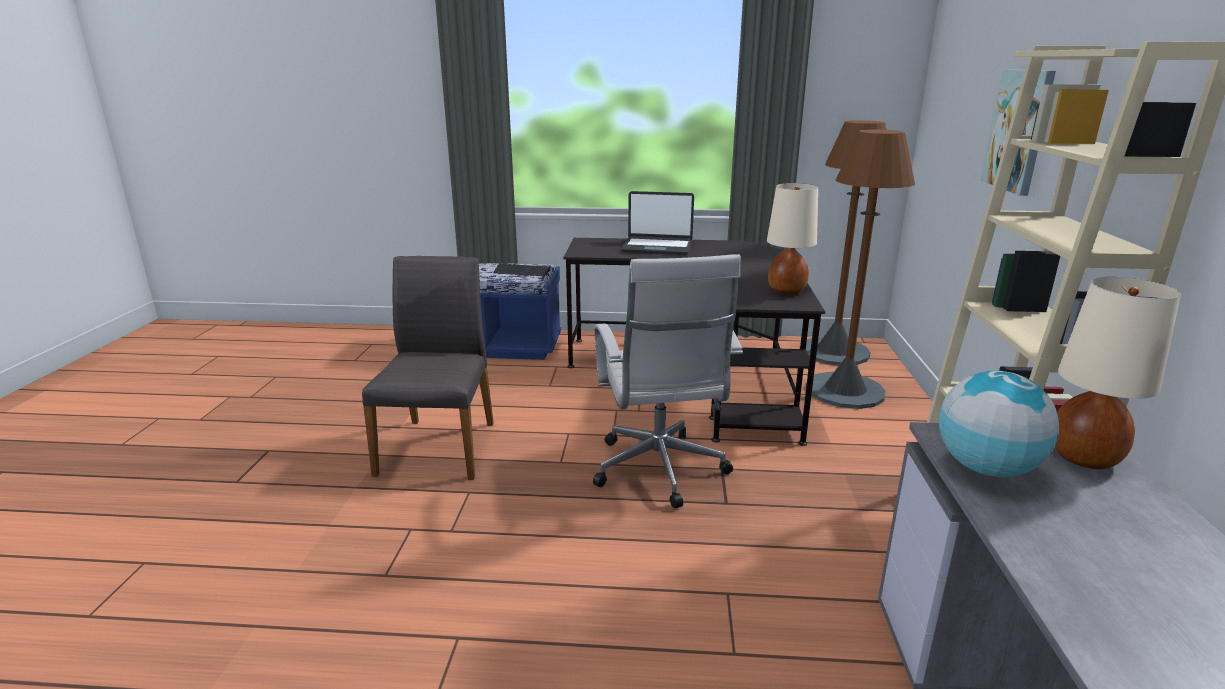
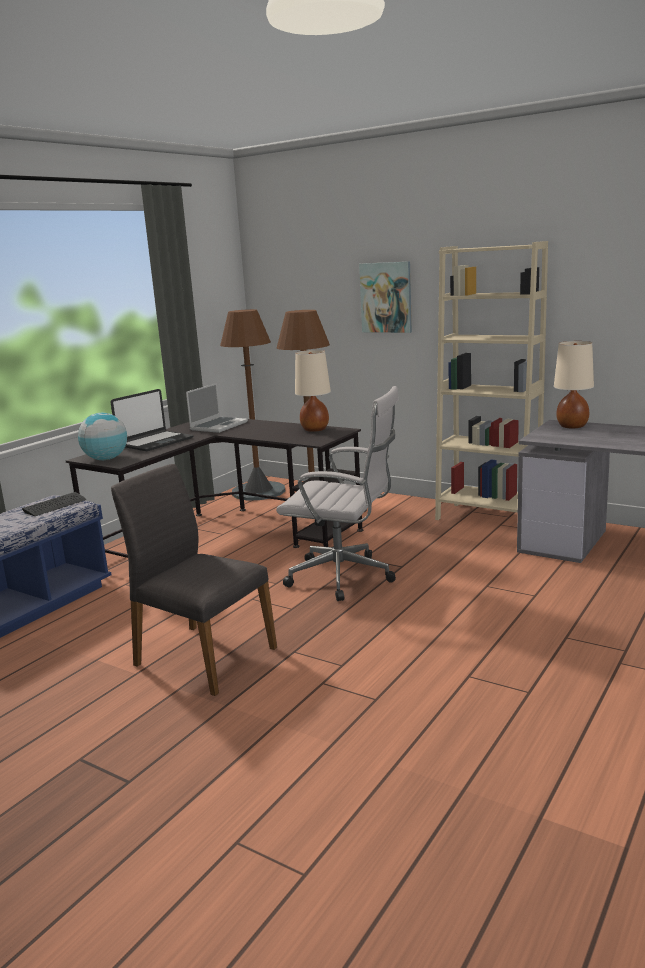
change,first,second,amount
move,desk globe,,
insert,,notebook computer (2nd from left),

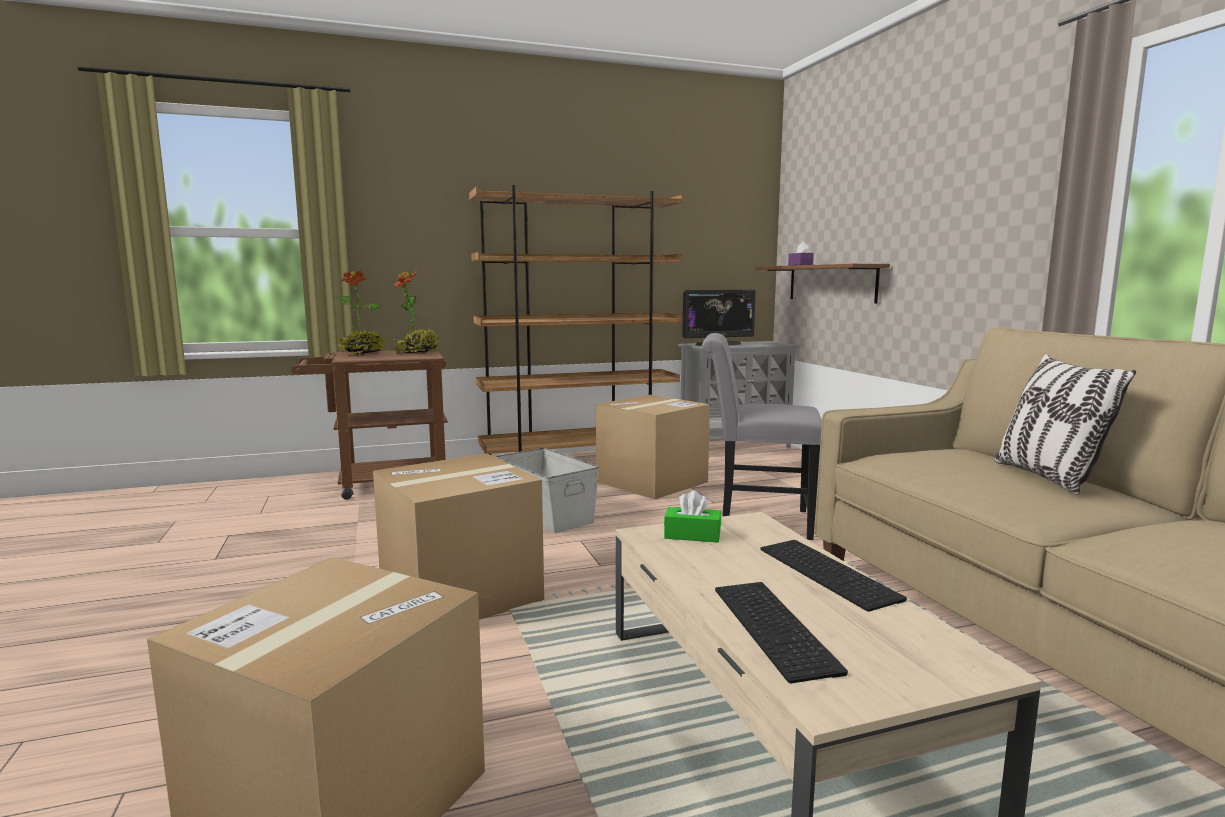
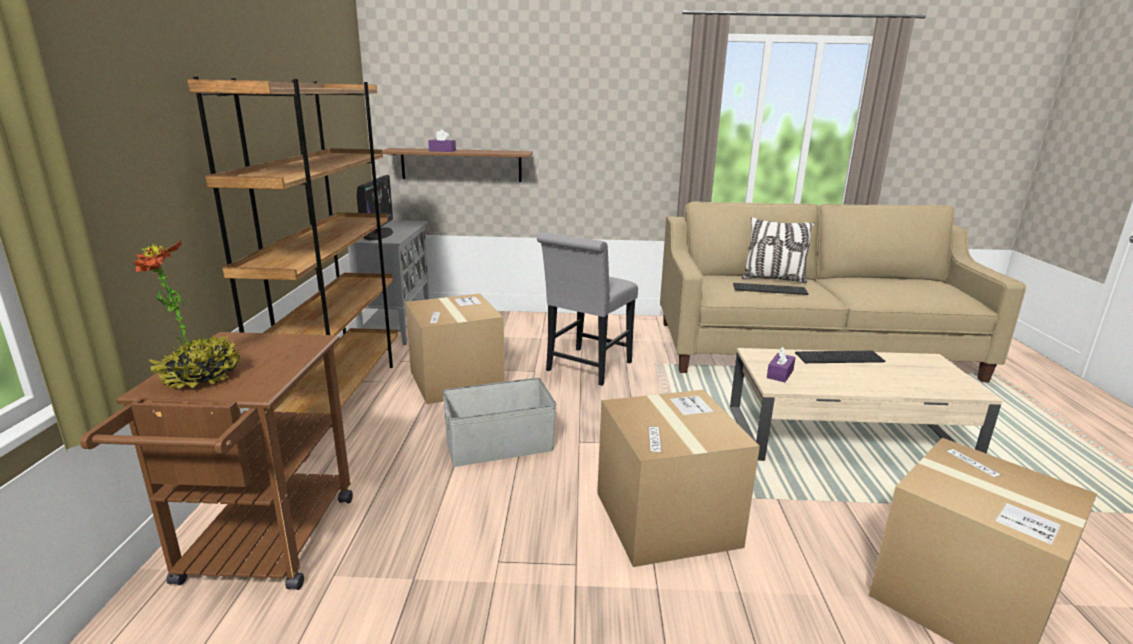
change,first,second,amount
move,PC keyboard (1st from left),,
recolor,green tissue box,purple-coloured tissue box (2nd from left),
delete,houseplant (2nd from left),,

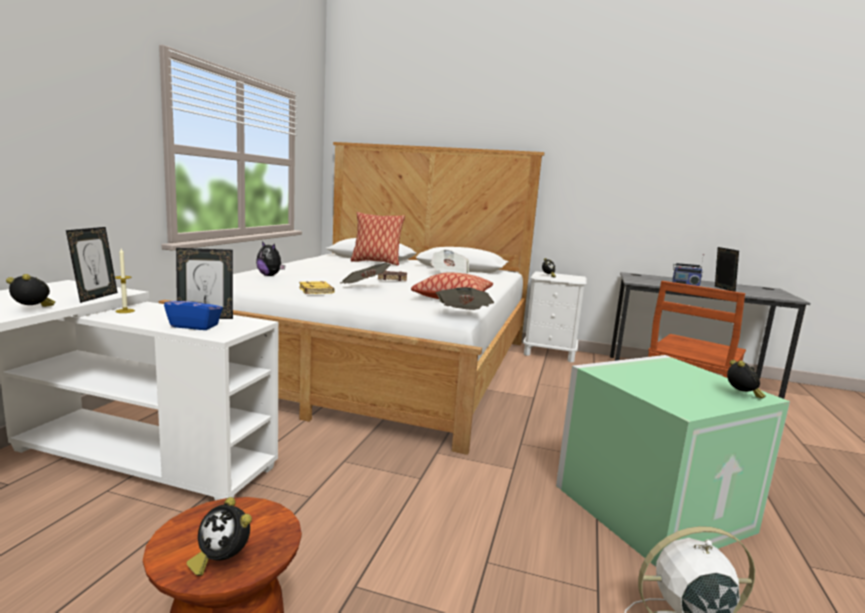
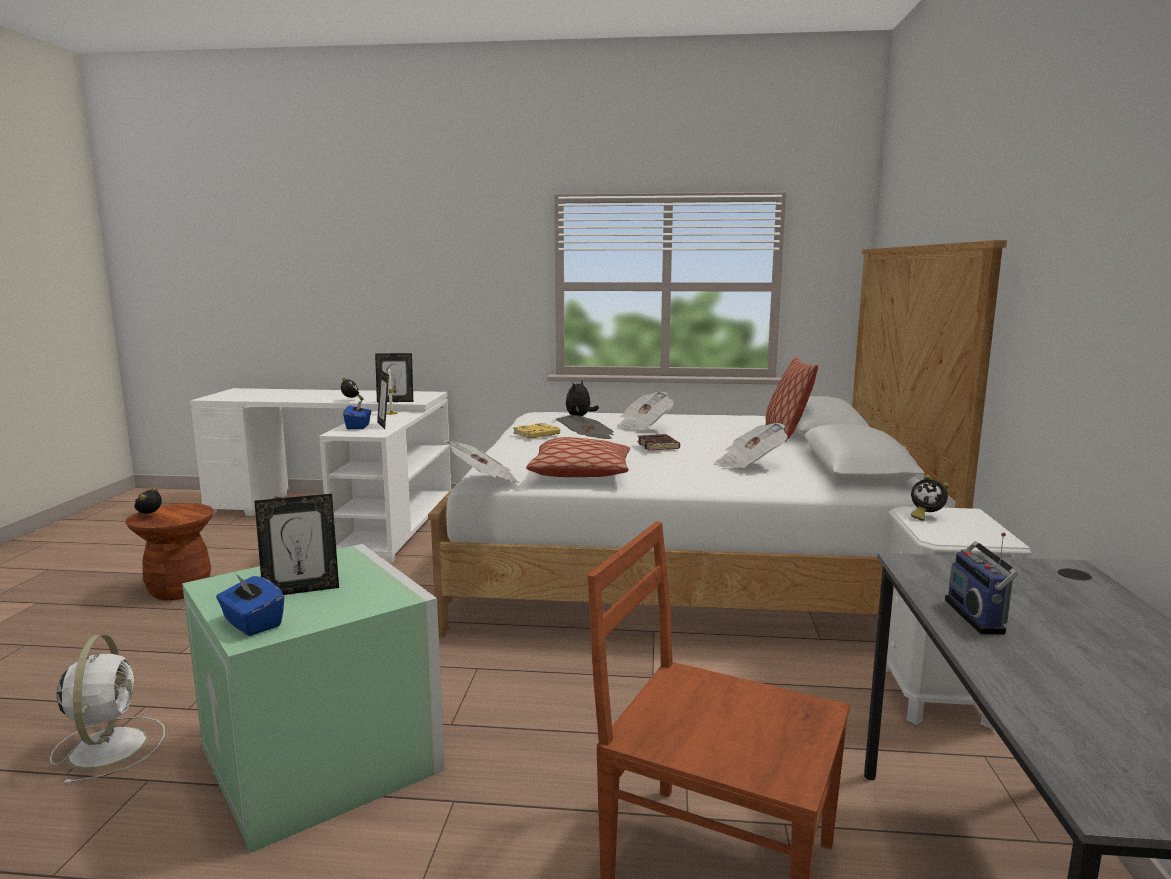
change,first,second,amount
replace,table clock (4th from left),bluish tissue box (1st from left),
move,standing frame (3rd from left in the first image),standing frame (1st from left),
insert,,printed paper (3rd from left),

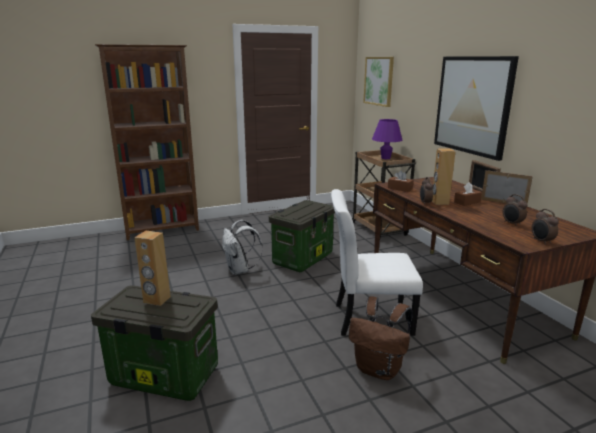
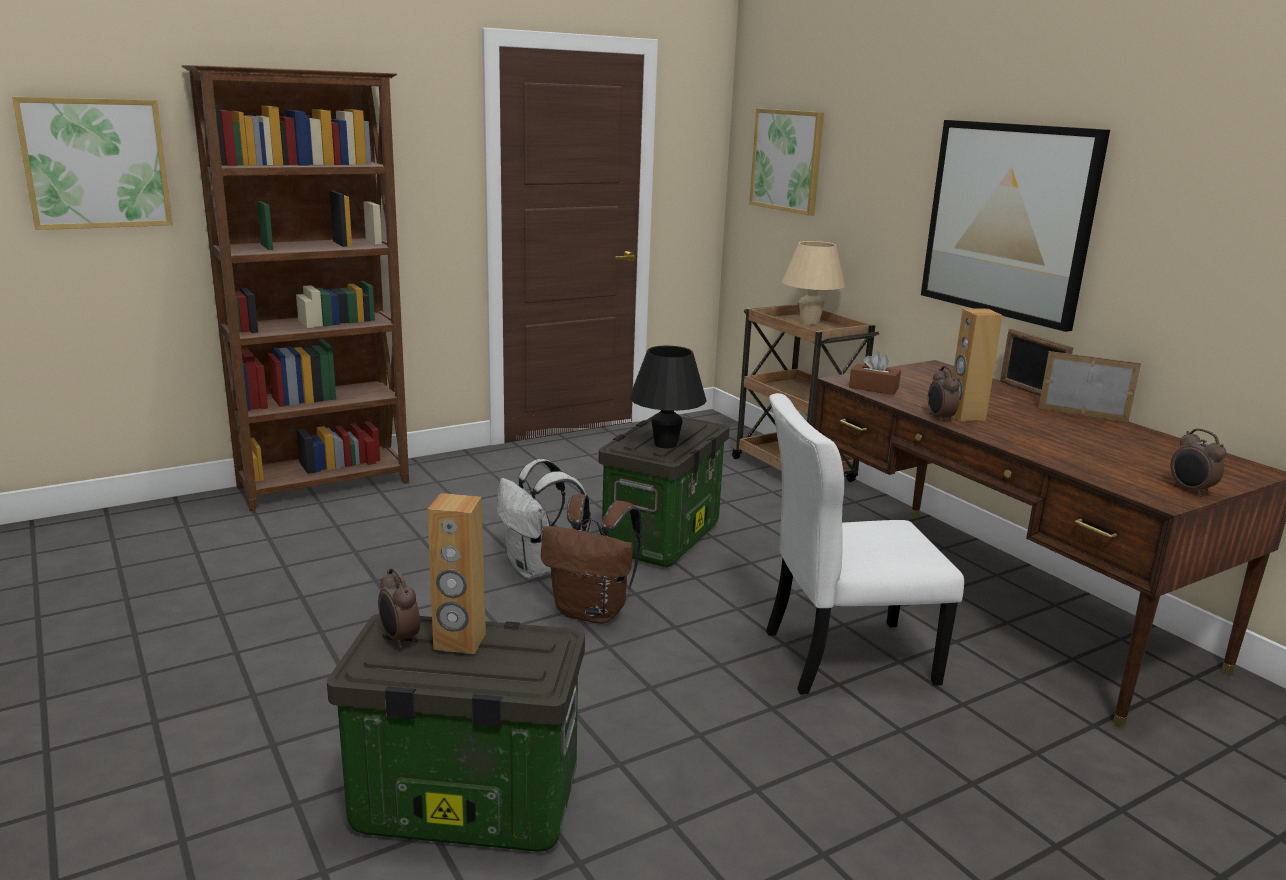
change,first,second,amount
insert,,wall picture (1st from left),
move,table clock (2nd from left in the first image),table clock (1st from left),
move,brown rucksack,,
insert,,blackish lamp for a table,
recolor,purple-coloured lamp for a table,beige-coloured lamp for a table,
delete,brown tissue box (2nd from left),,

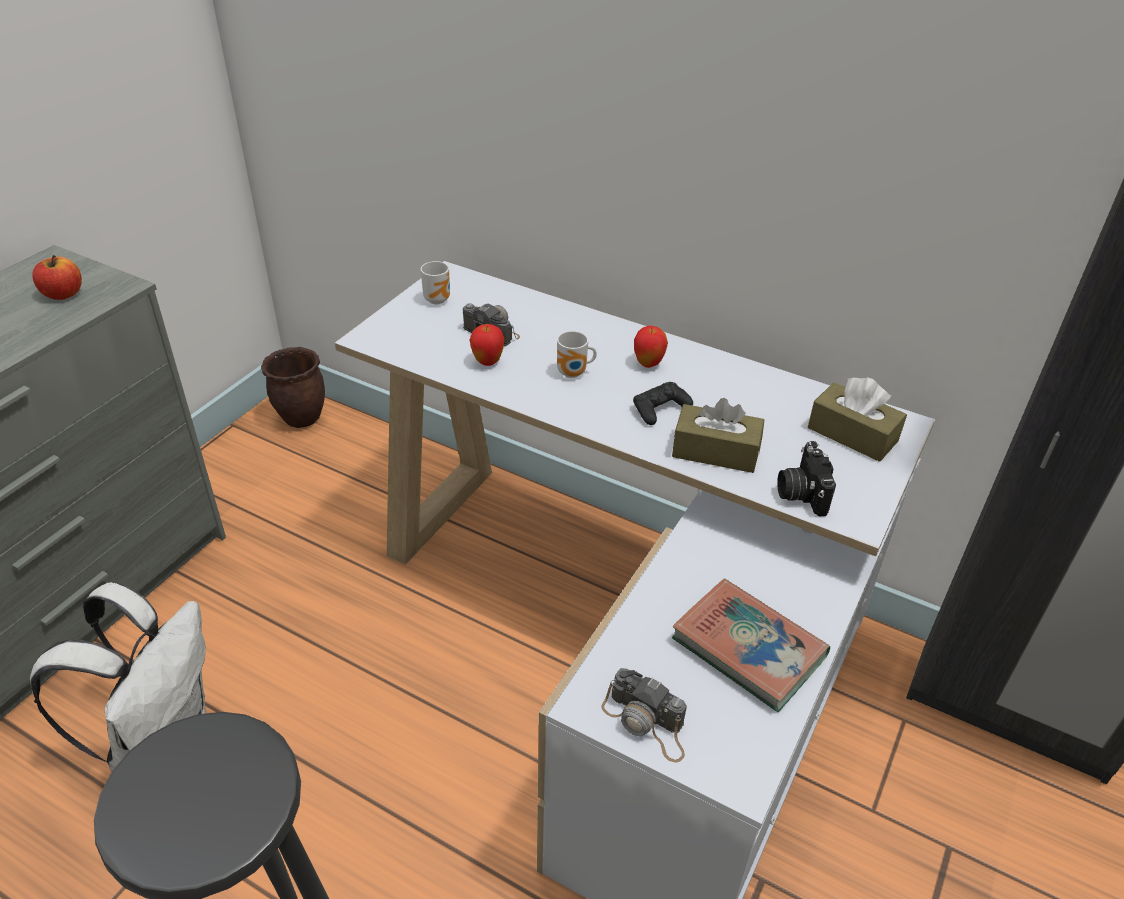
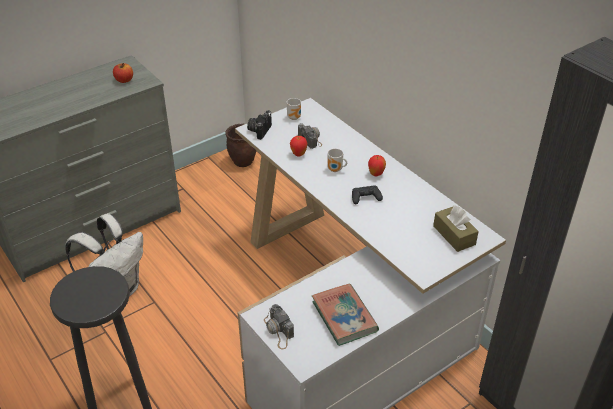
change,first,second,amount
move,photo camera (3rd from left in the first image),photo camera (1st from left),
delete,brown tissue box (1st from left),,

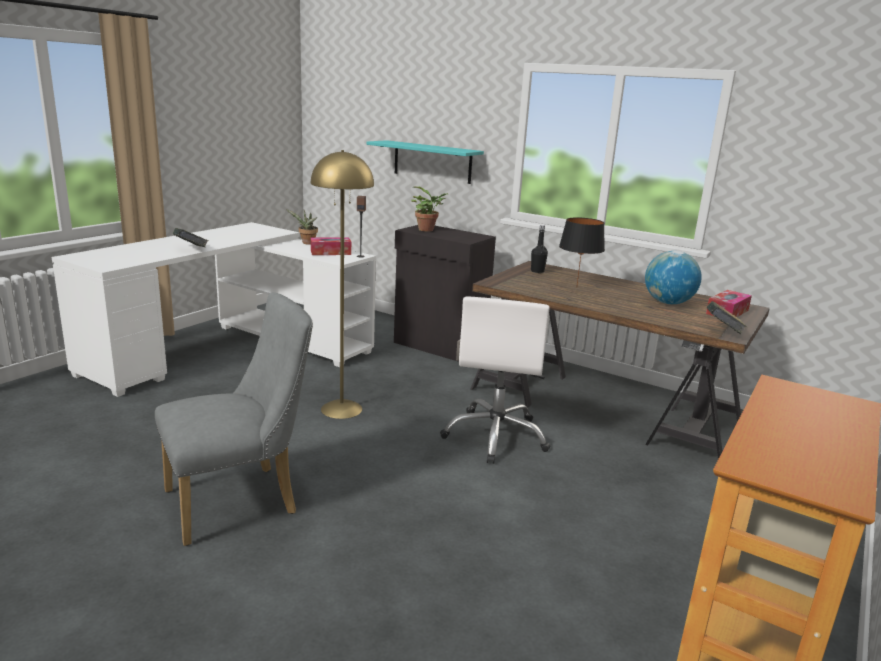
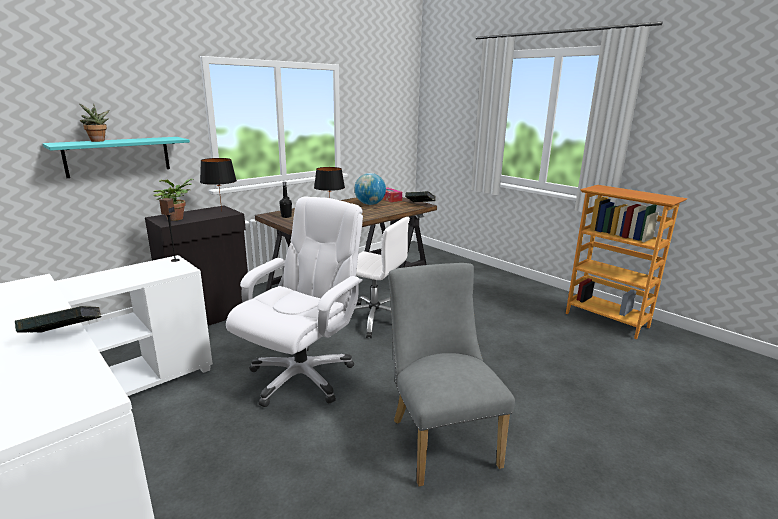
change,first,second,amount
move,houseplant (1st from left),,
insert,,blackish lamp for a table (1st from left),
replace,yellow-coloured floor lamp,whitish office chair (1st from left),
delete,tissue box (1st from left),,

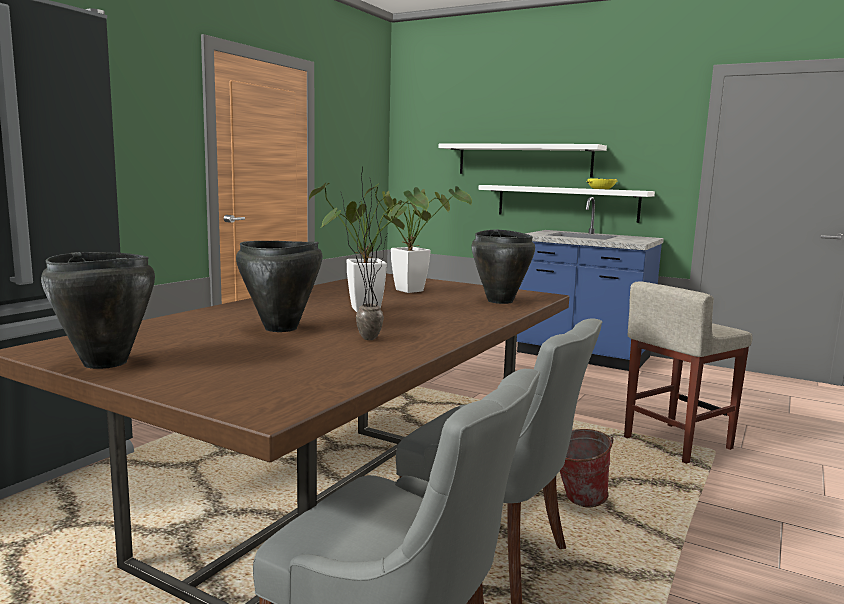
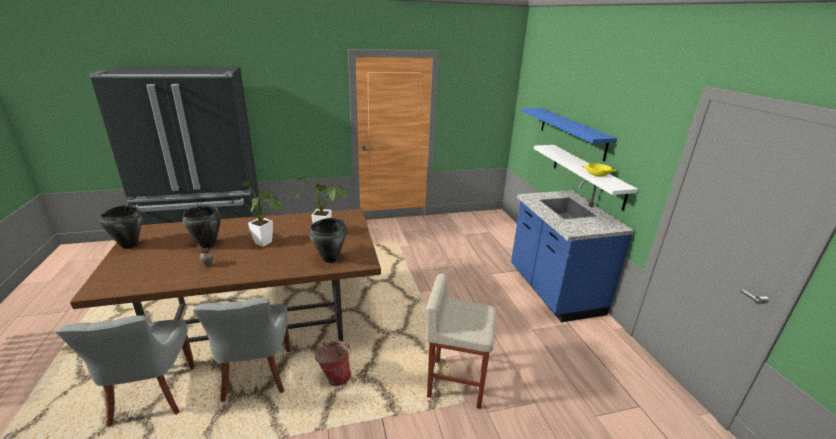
change,first,second,amount
recolor,whitish shelf (1st from left),bluish shelf,

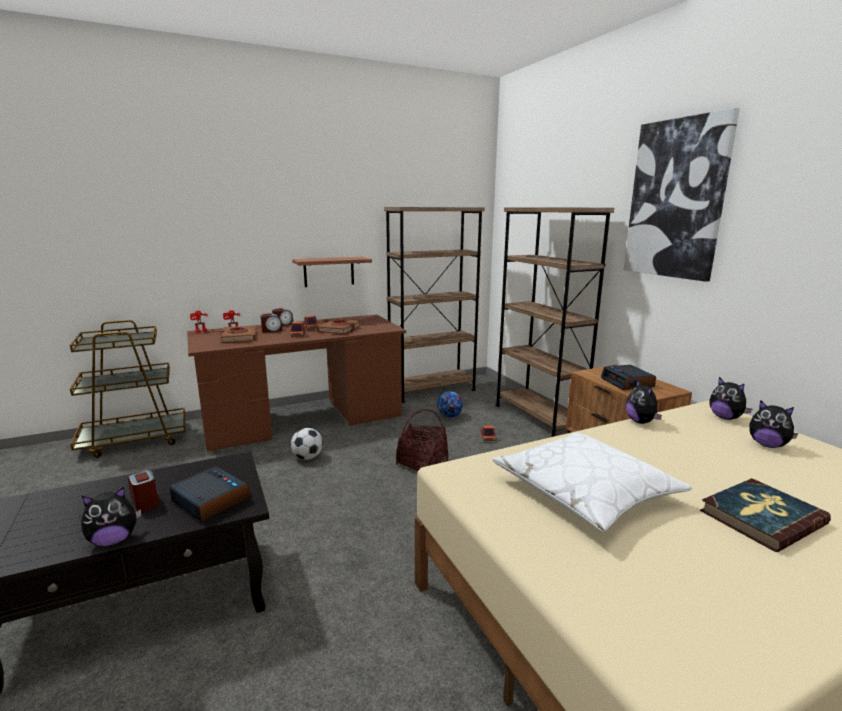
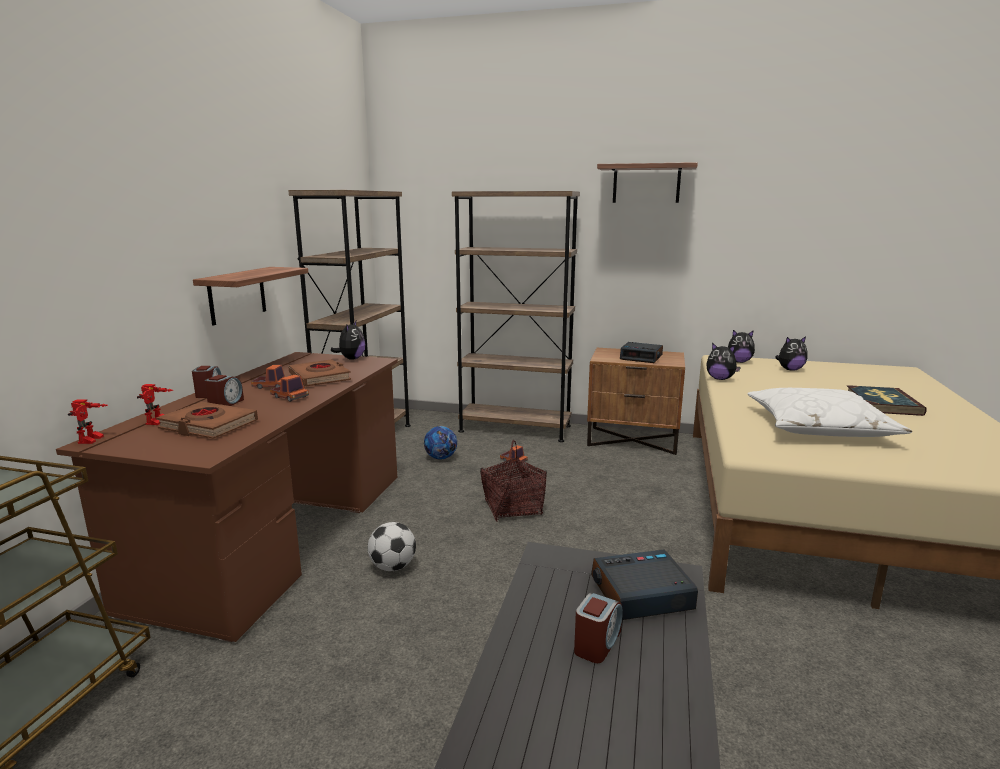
change,first,second,amount
move,soft toy (1st from left),,
rotate,table clock (1st from left in the first image),table clock (3rd from left),120 degrees clockwise
replace,wall picture,shelf (2nd from left),

